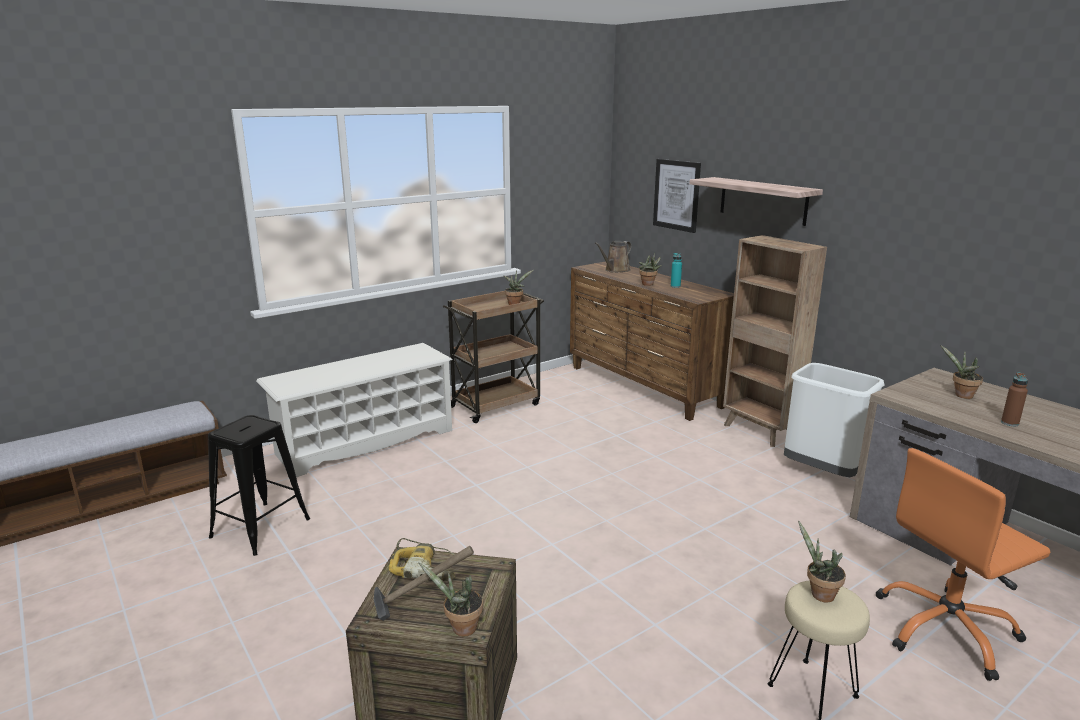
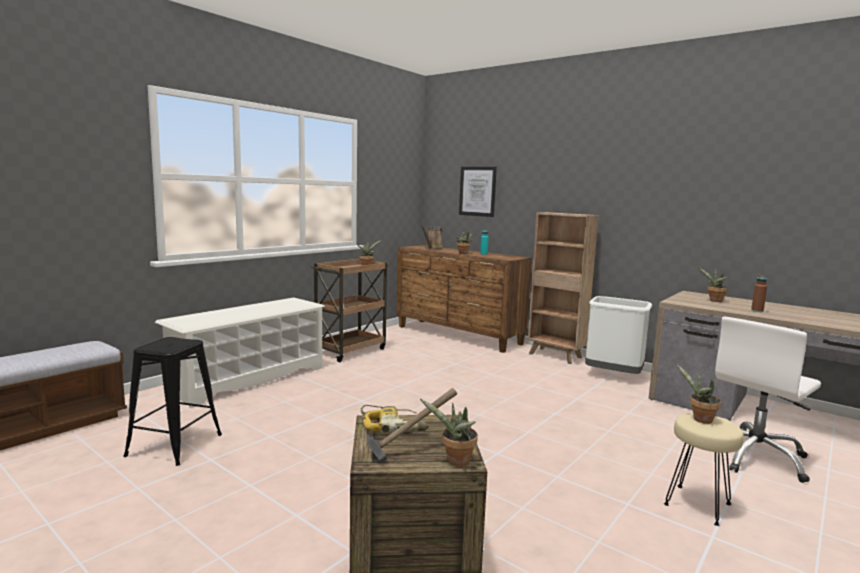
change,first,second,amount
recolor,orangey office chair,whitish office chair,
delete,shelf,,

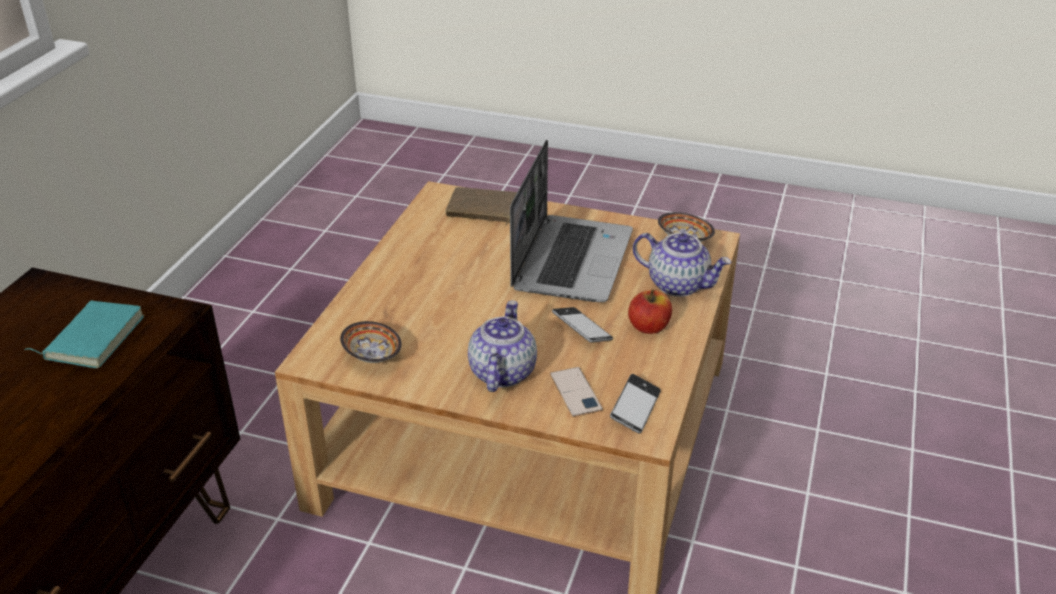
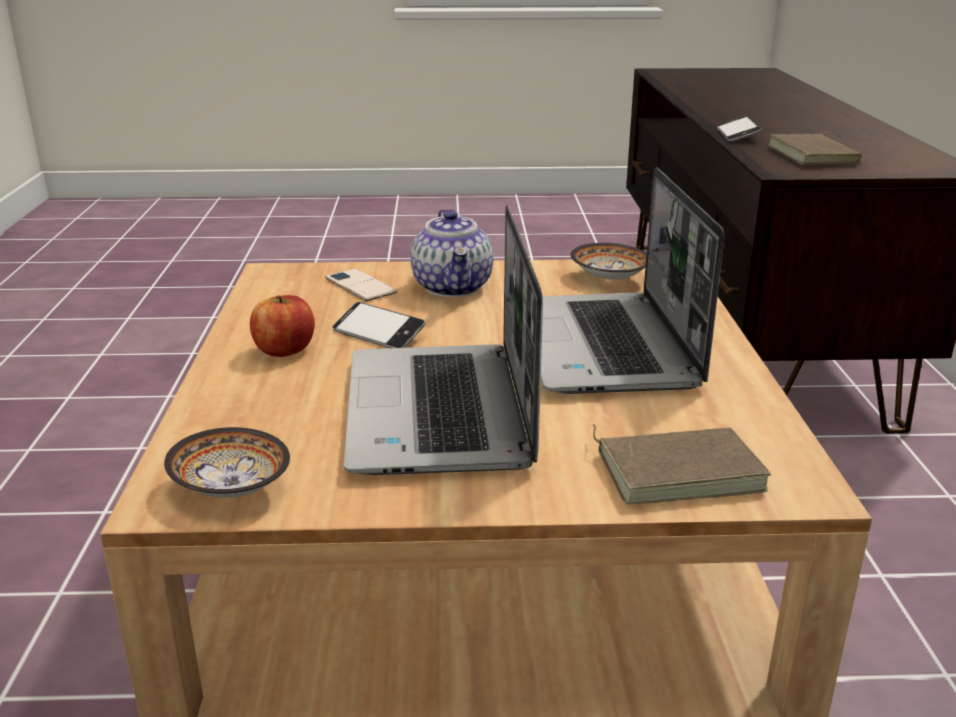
change,first,second,amount
insert,,notebook computer (2nd from left),
move,handset (3rd from left),,
recolor,blue-green volume,brown volume (2nd from left),
delete,pot for tea (2nd from left),,

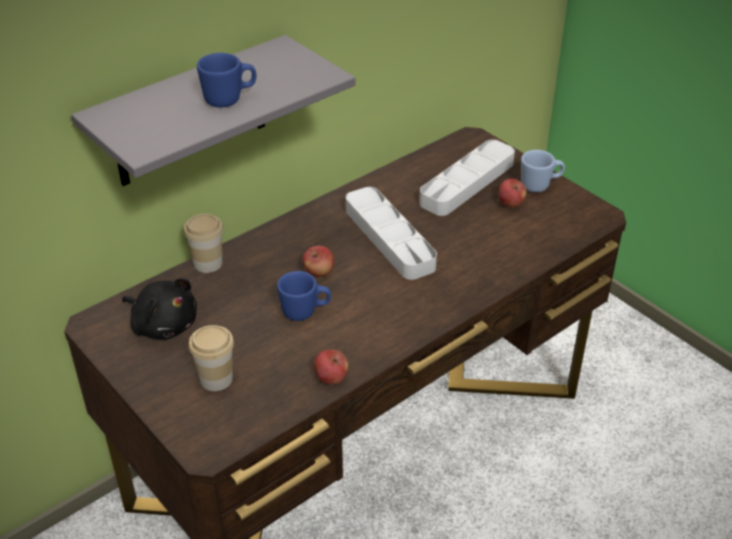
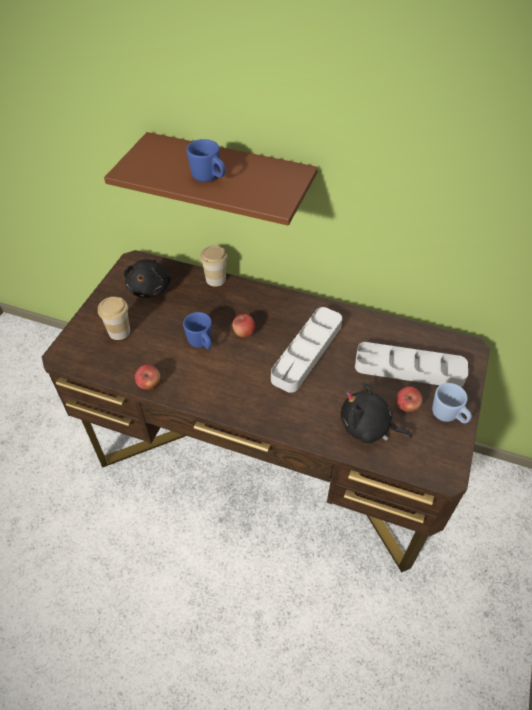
change,first,second,amount
recolor,grey shelf,brown shelf,
insert,,blackish soft toy (2nd from left),

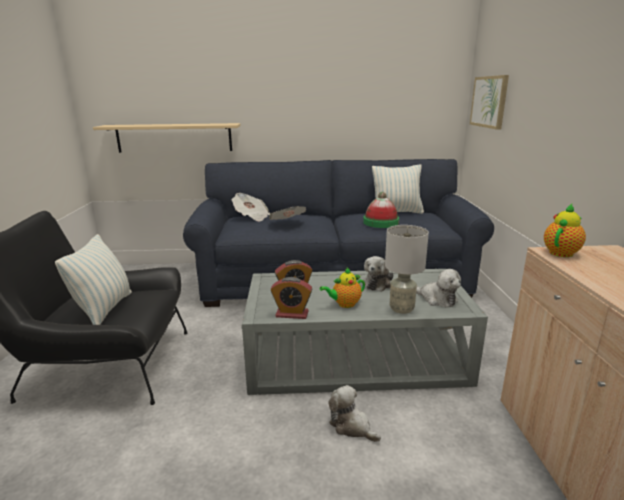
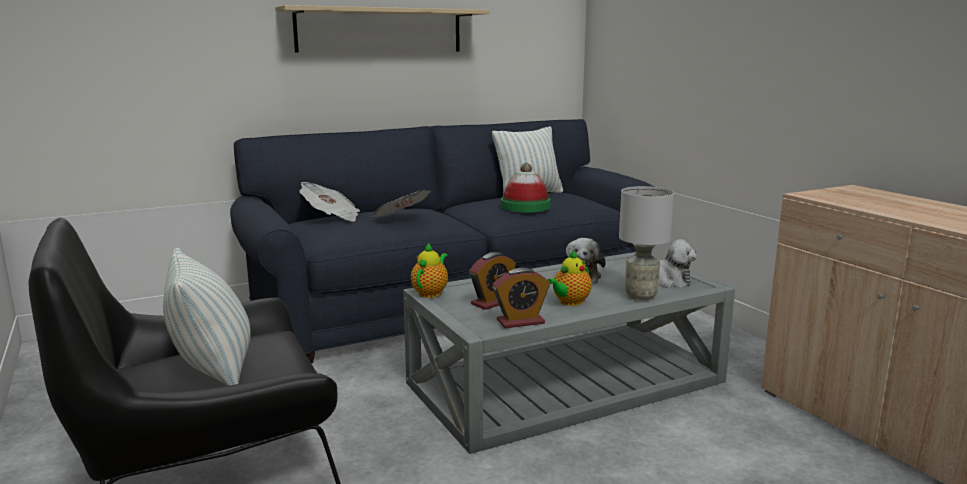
change,first,second,amount
move,beige-coloured shelf,,
move,pot for tea (2nd from left in the first image),pot for tea (1st from left),
delete,soft toy (1st from left),,
delete,wall picture,,

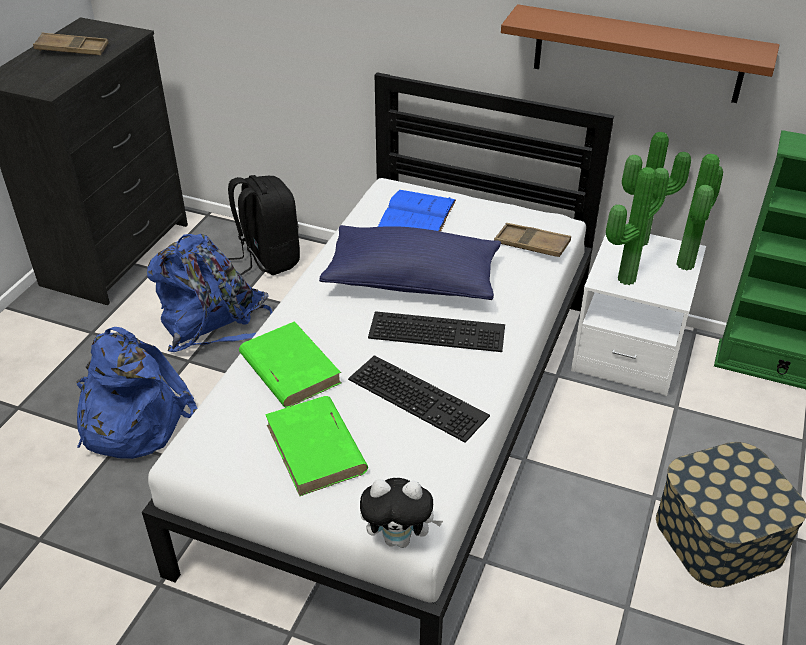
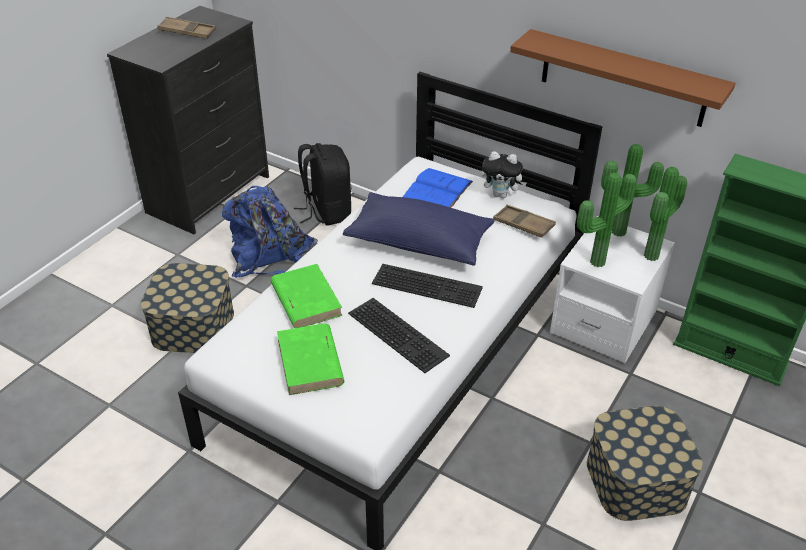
change,first,second,amount
replace,bluish rucksack (1st from left),storage box (1st from left),
move,soft toy,,

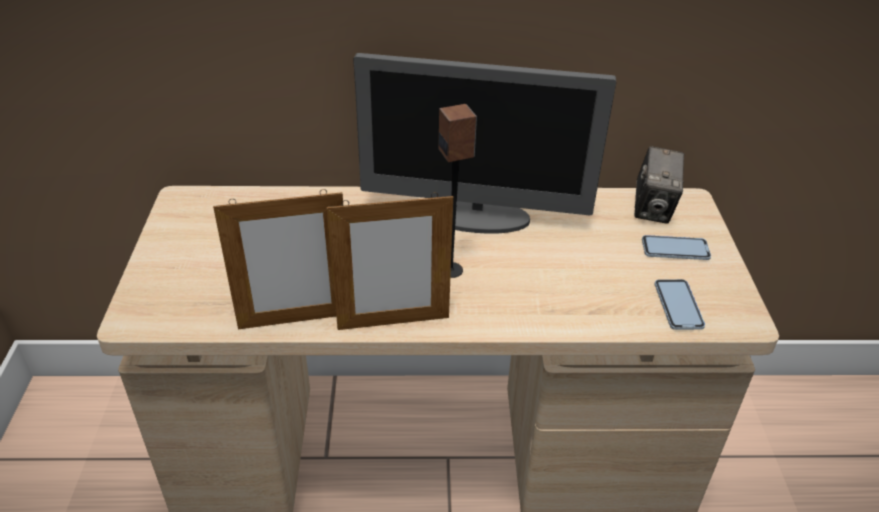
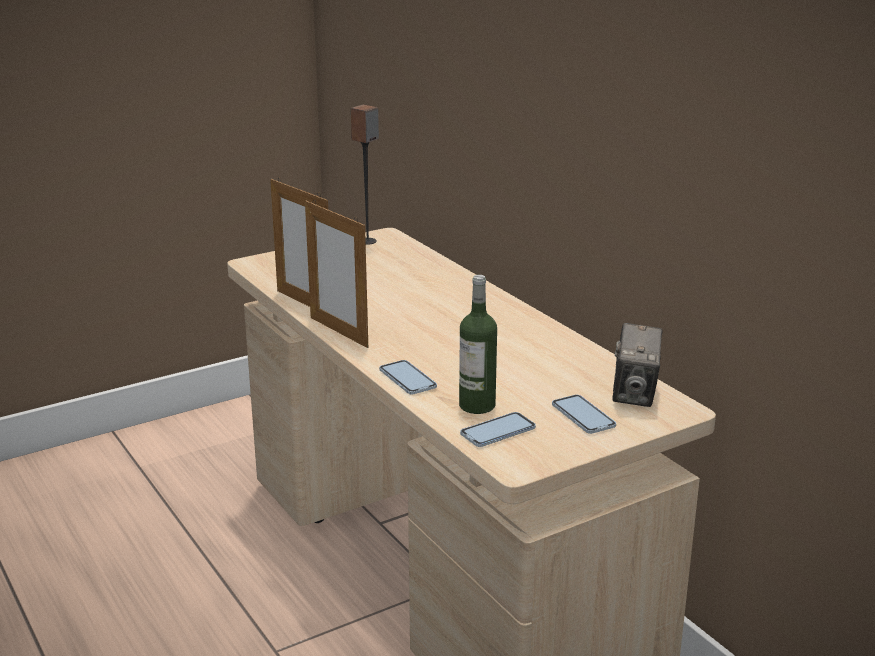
change,first,second,amount
move,audio speaker,,
insert,,handset (1st from left),
insert,,drink bottle,
rotate,photo camera,,60 degrees counterclockwise
delete,computer display,,

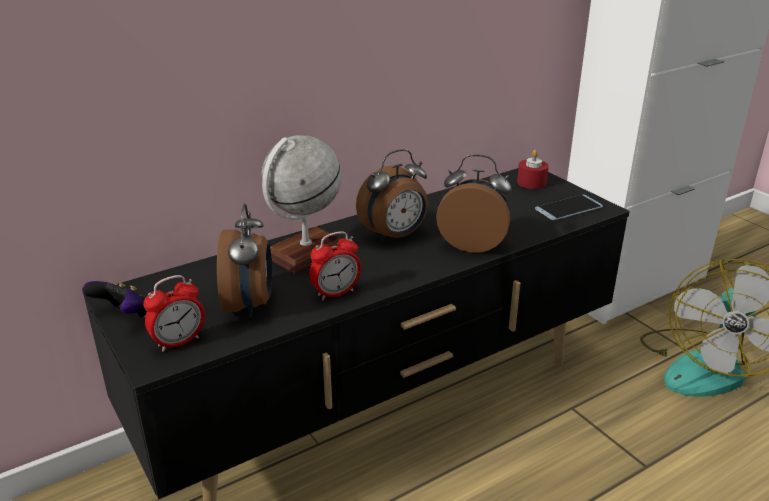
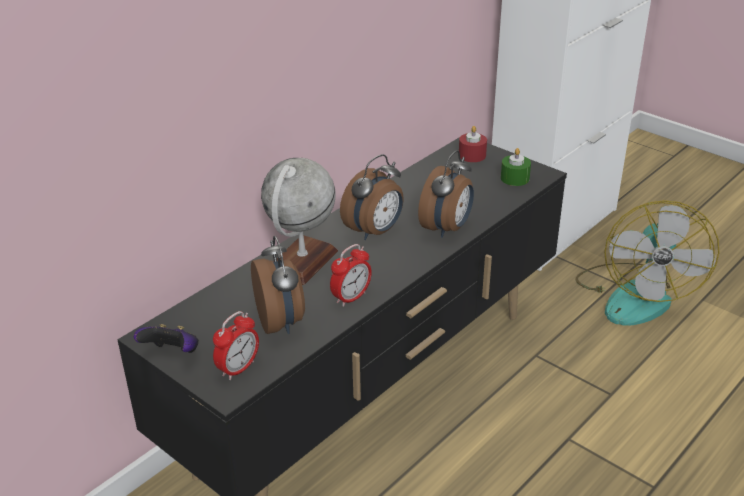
change,first,second,amount
rotate,table clock (5th from left),,120 degrees clockwise
replace,handset,green candle,

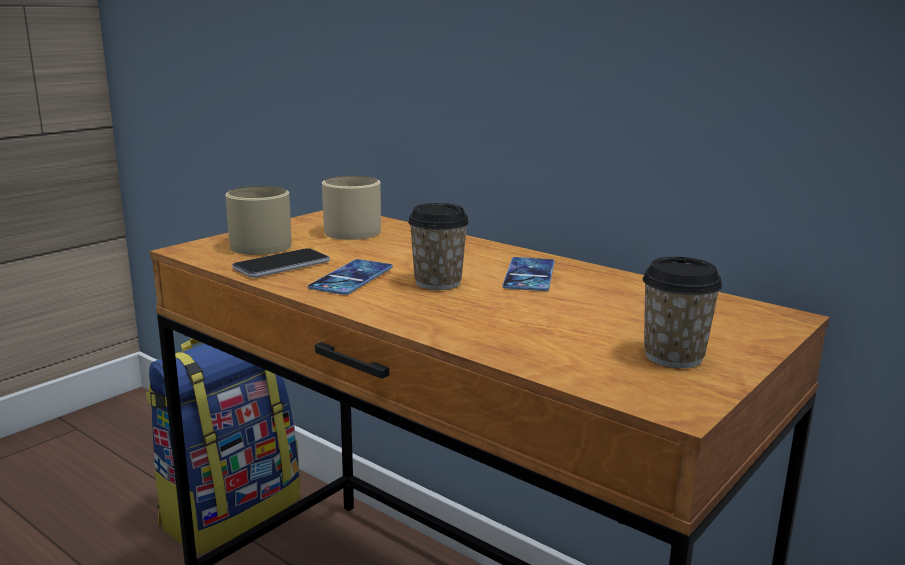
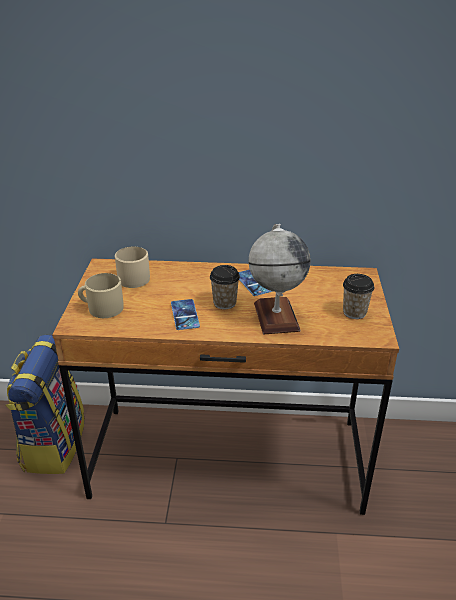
change,first,second,amount
insert,,desk globe,
delete,handset (1st from left),,

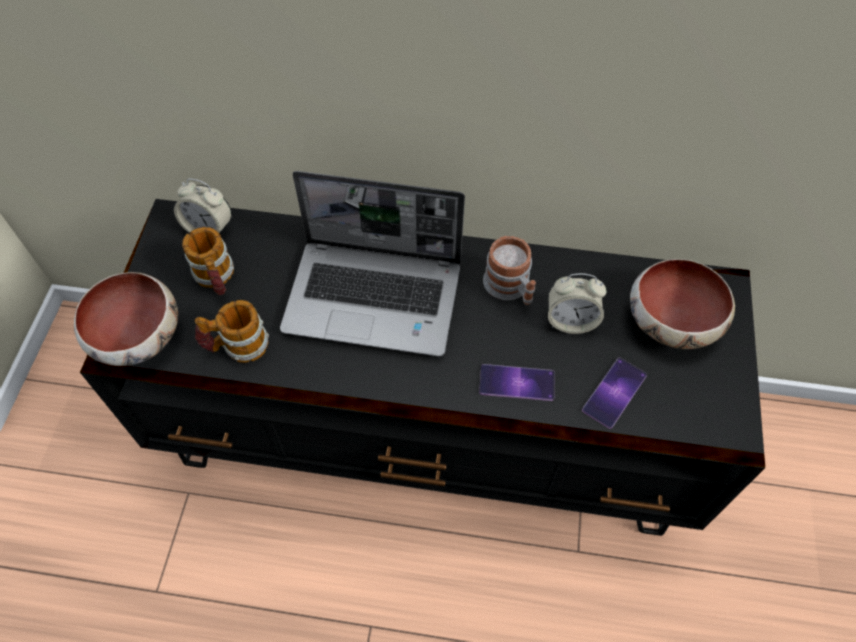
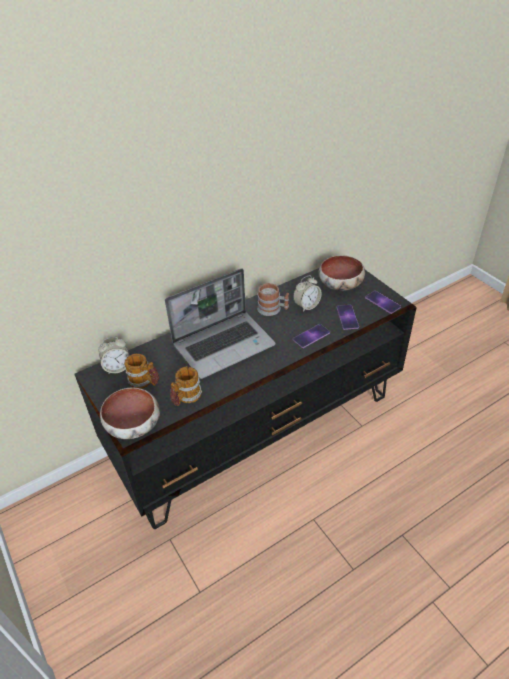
change,first,second,amount
insert,,handset (3rd from left),

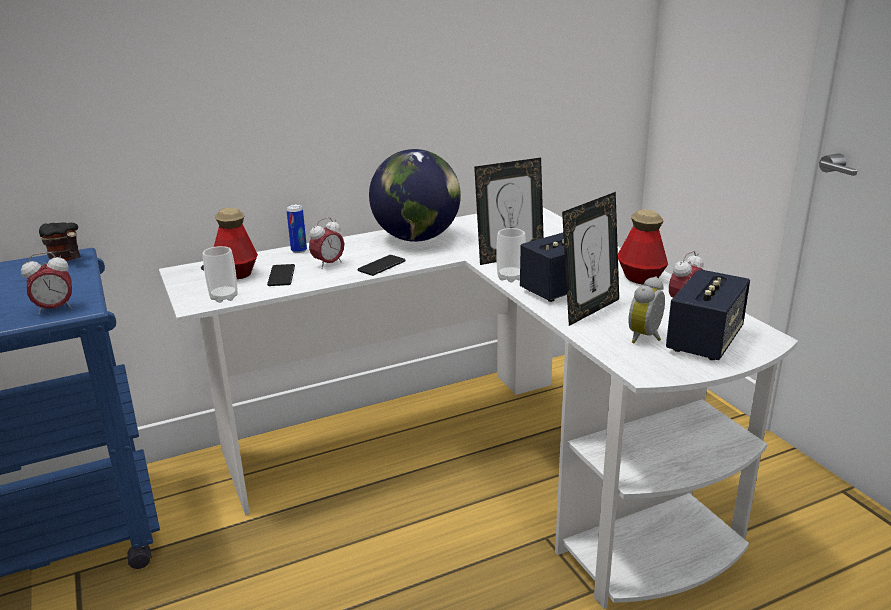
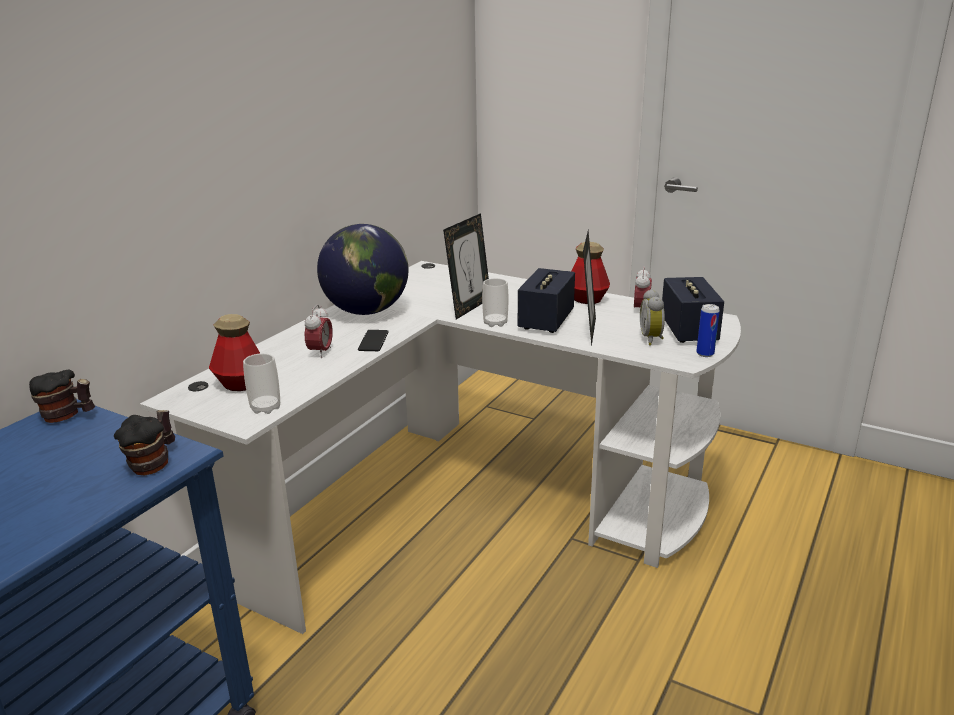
change,first,second,amount
replace,table clock (1st from left),mug (2nd from left),
move,sealed can,,
delete,handset (1st from left),,

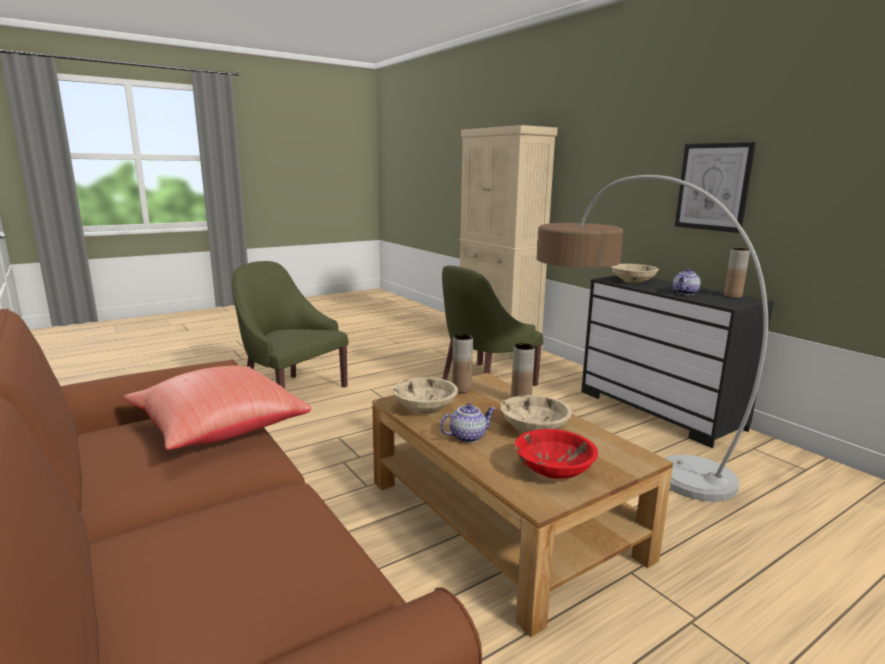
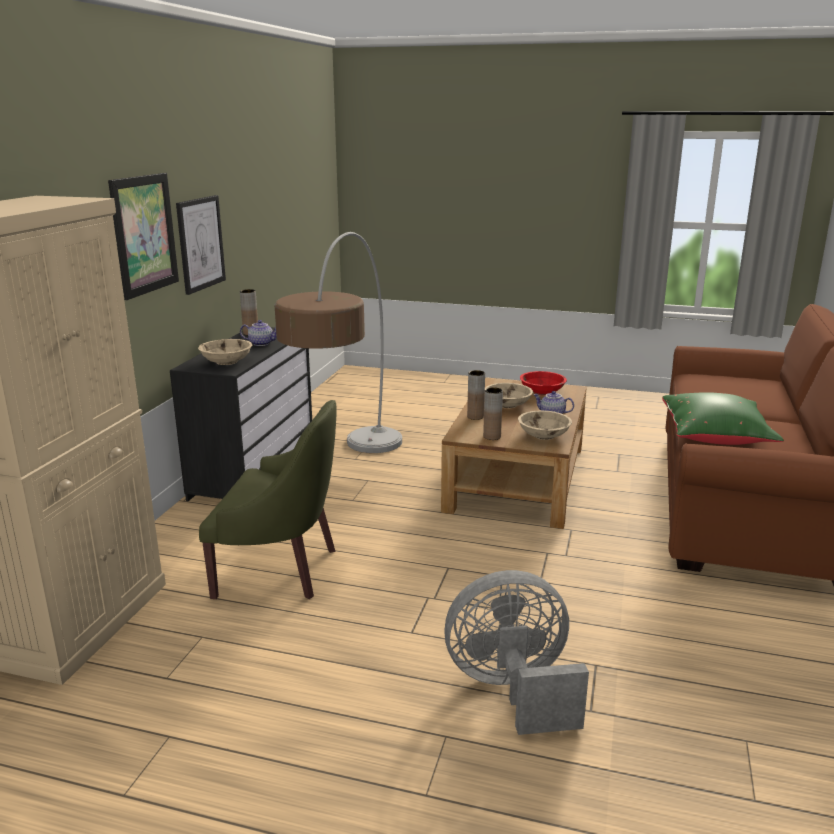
change,first,second,amount
insert,,wall picture (1st from left),
replace,green lounge chair (1st from left),grey electric fan,
recolor,red pillow,green pillow,

